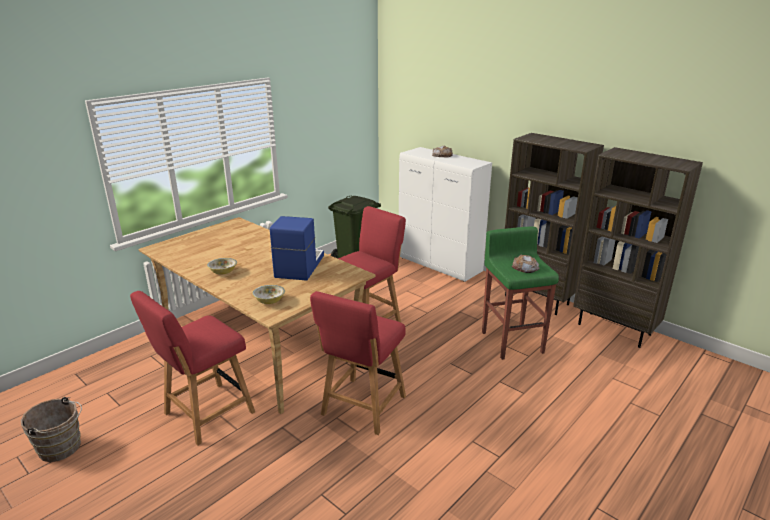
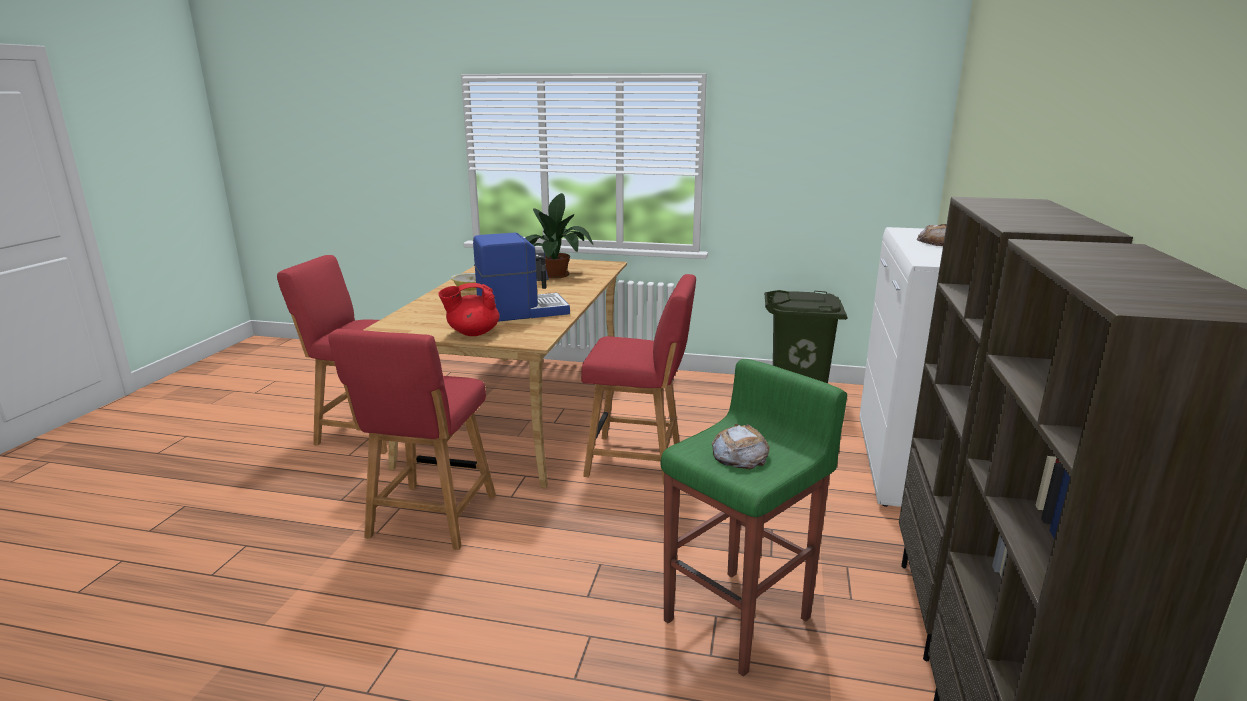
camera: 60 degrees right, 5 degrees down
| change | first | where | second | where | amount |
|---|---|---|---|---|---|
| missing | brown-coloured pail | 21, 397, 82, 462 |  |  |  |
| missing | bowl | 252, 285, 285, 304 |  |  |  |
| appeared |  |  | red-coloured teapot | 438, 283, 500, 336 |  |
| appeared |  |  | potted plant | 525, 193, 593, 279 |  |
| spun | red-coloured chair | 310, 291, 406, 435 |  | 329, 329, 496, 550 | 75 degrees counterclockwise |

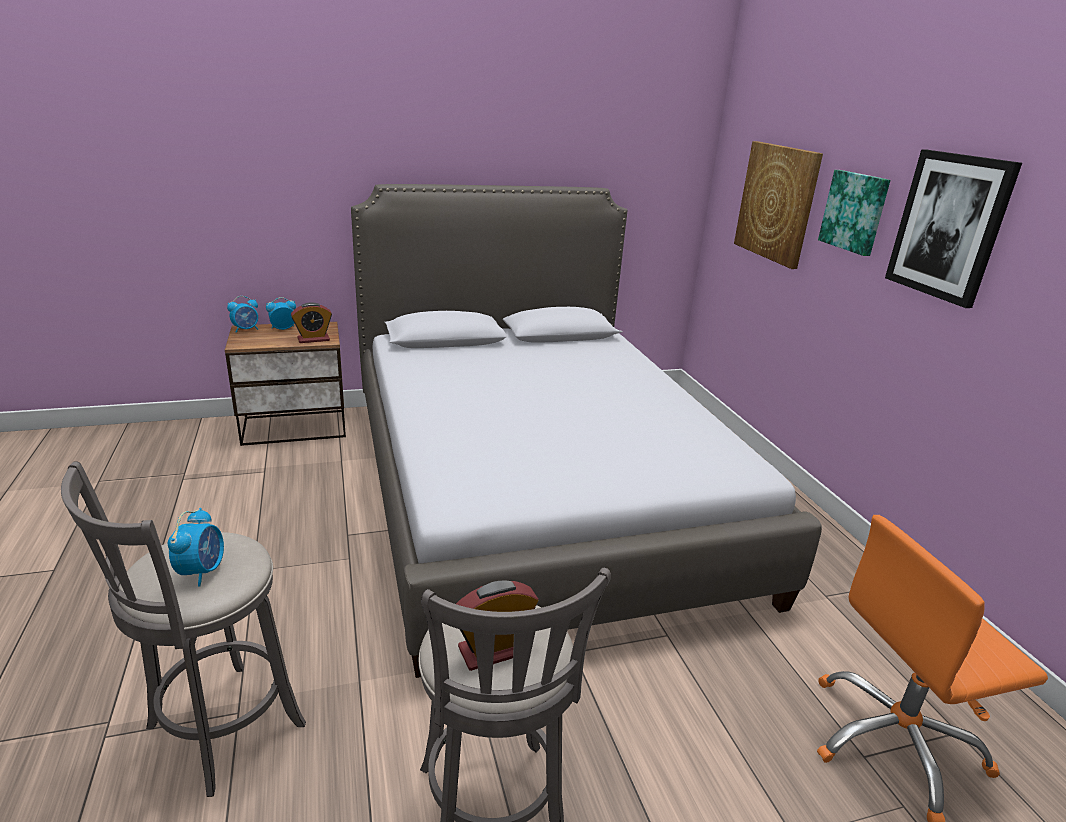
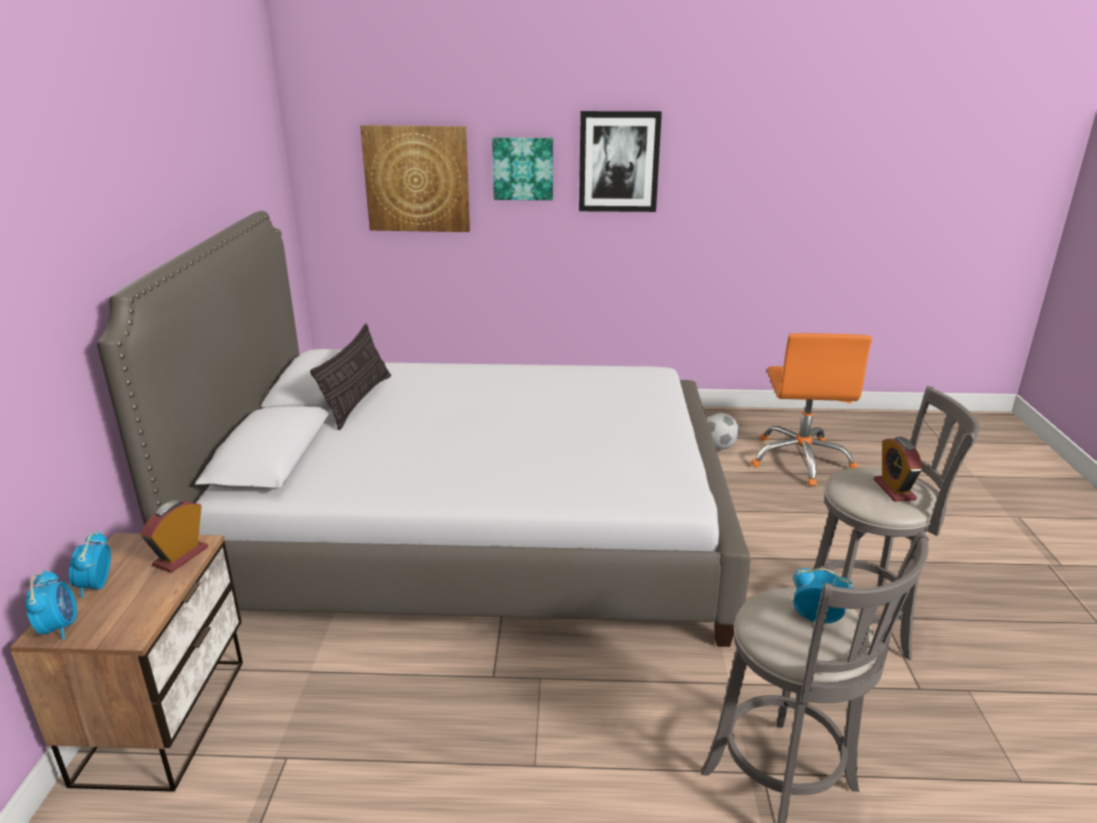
camera: 70 degrees left, 0 degrees up
| change | first | where | second | where | amount |
|---|---|---|---|---|---|
| appeared |  |  | pillow | 310, 323, 391, 430 |  |
| appeared |  |  | ball for football | 706, 413, 739, 450 |  |
| spun | table clock | 291, 302, 332, 343 |  | 141, 500, 208, 573 | 150 degrees counterclockwise |

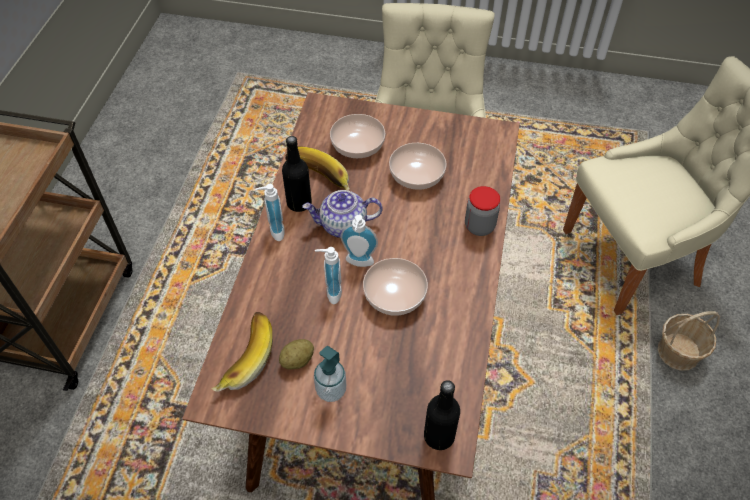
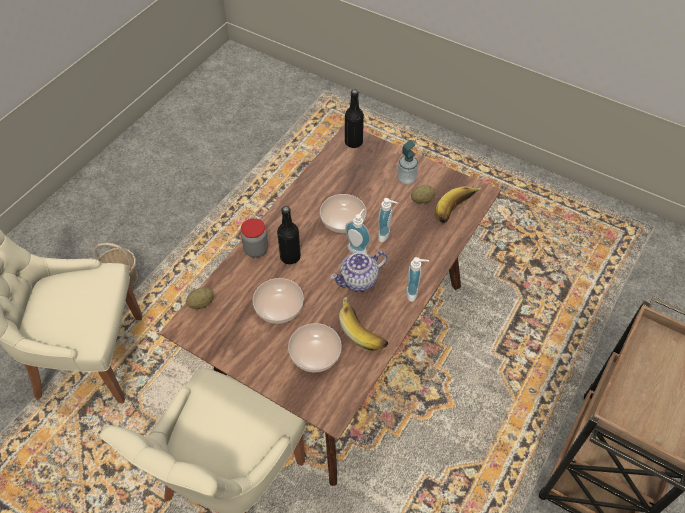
camera: 160 degrees left, 0 degrees up
| change | first | where | second | where | amount |
|---|---|---|---|---|---|
| appeared |  |  | spud | 186, 287, 214, 309 |  |
| relocated | black beverage bottle | 282, 136, 312, 212 |  | 277, 206, 301, 264 |  |
| spun | teapot | 302, 190, 383, 238 |  | 330, 251, 387, 292 | 135 degrees clockwise |

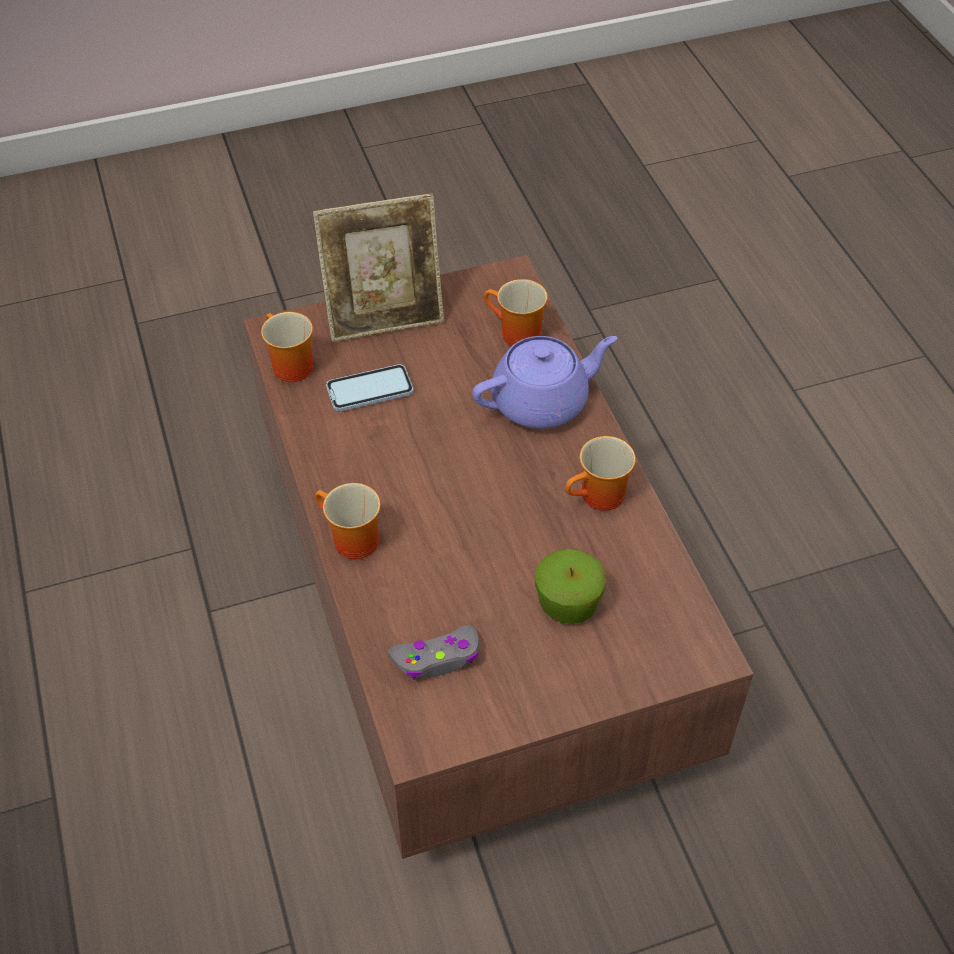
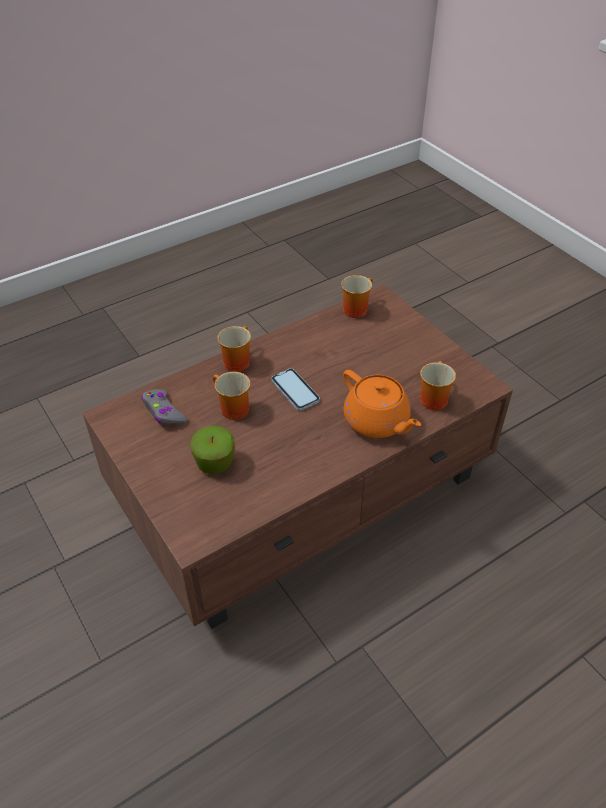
camera: 75 degrees right, 5 degrees down
| change | first | where | second | where | amount |
|---|---|---|---|---|---|
| missing | picture frame | 313, 193, 444, 342 |  |  |  |
| relocated | phone | 326, 364, 413, 411 |  | 271, 368, 320, 411 |  |
| relocated | coffee mug | 565, 436, 636, 511 |  | 213, 372, 250, 420 |  |
| colour | purple-coloured teapot | 472, 336, 617, 429 | orangey teapot | 343, 370, 421, 438 |  |

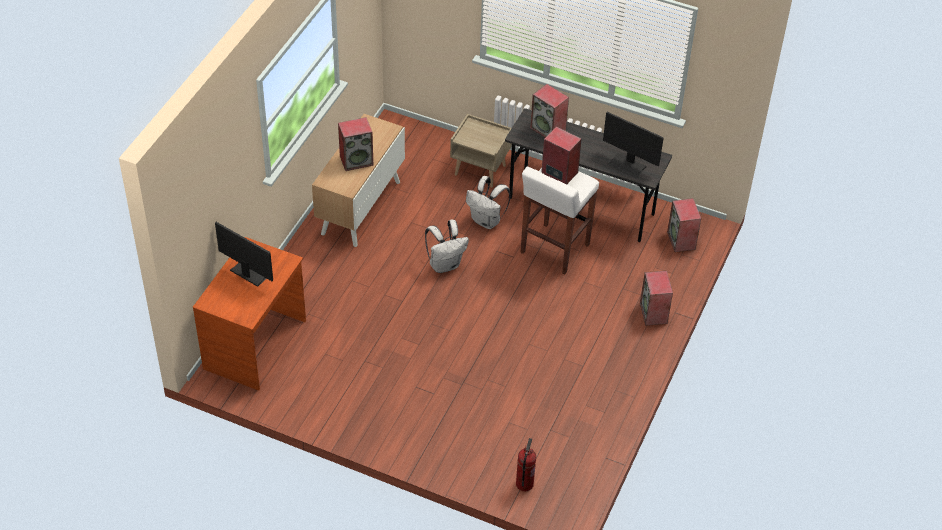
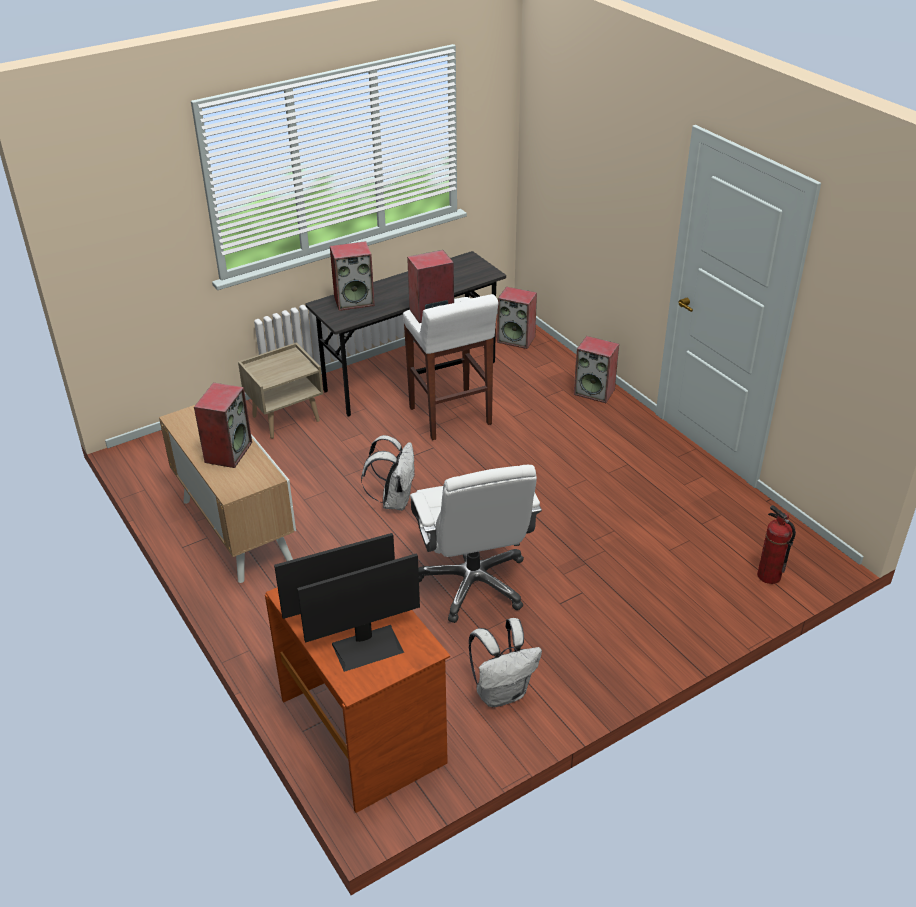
camera: 55 degrees left, 10 degrees down
| change | first | where | second | where | amount |
|---|---|---|---|---|---|
| appeared |  |  | whitish office chair | 410, 465, 542, 623 |  |
| relocated | whitish knapsack | 466, 176, 511, 229 |  | 469, 618, 542, 707 |  |
| relocated | monitor | 603, 112, 664, 179 |  | 297, 553, 420, 672 |  |

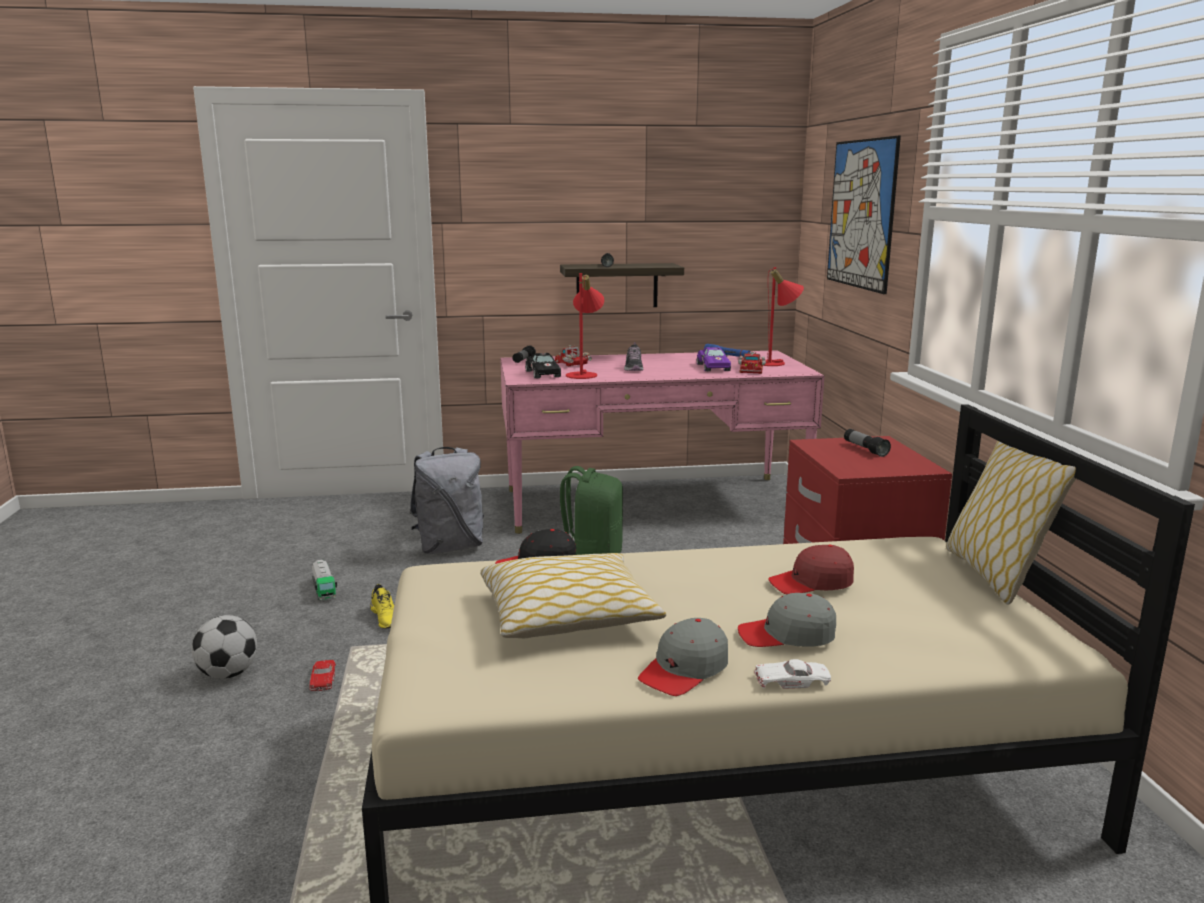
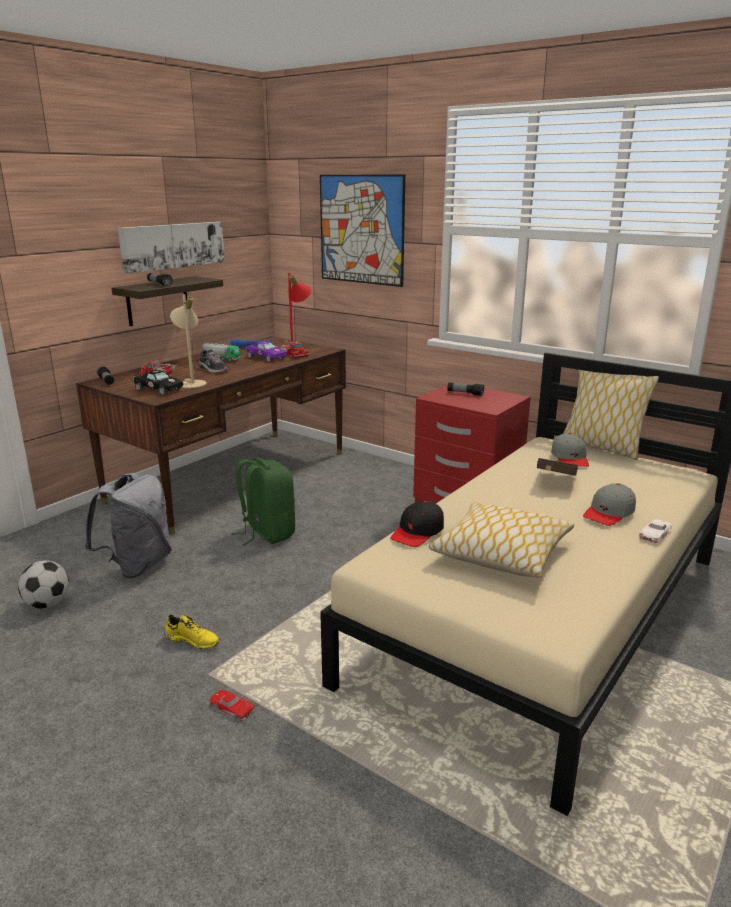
camera: 45 degrees left, 5 degrees up
| change | first | where | second | where | amount |
|---|---|---|---|---|---|
| appeared |  |  | picture | 118, 222, 225, 274 |  |
| relocated | ball for football | 192, 615, 257, 679 |  | 18, 560, 69, 609 |  |
| relocated | toy truck | 312, 560, 337, 600 |  | 202, 343, 240, 362 |  |
| relocated | gray peaked cap | 638, 618, 728, 696 |  | 551, 433, 589, 467 |  |
| exchanged | red-coloured peaked cap | 768, 545, 854, 594 | red-coloured book | 537, 458, 578, 476 |  |
| colour | pink-coloured desk table | 500, 350, 824, 534 | brown-coloured desk table | 76, 337, 346, 534 |  |
| colour | red-coloured lamp for a table | 566, 273, 604, 379 | beige lamp for a table | 170, 294, 206, 388 |  |

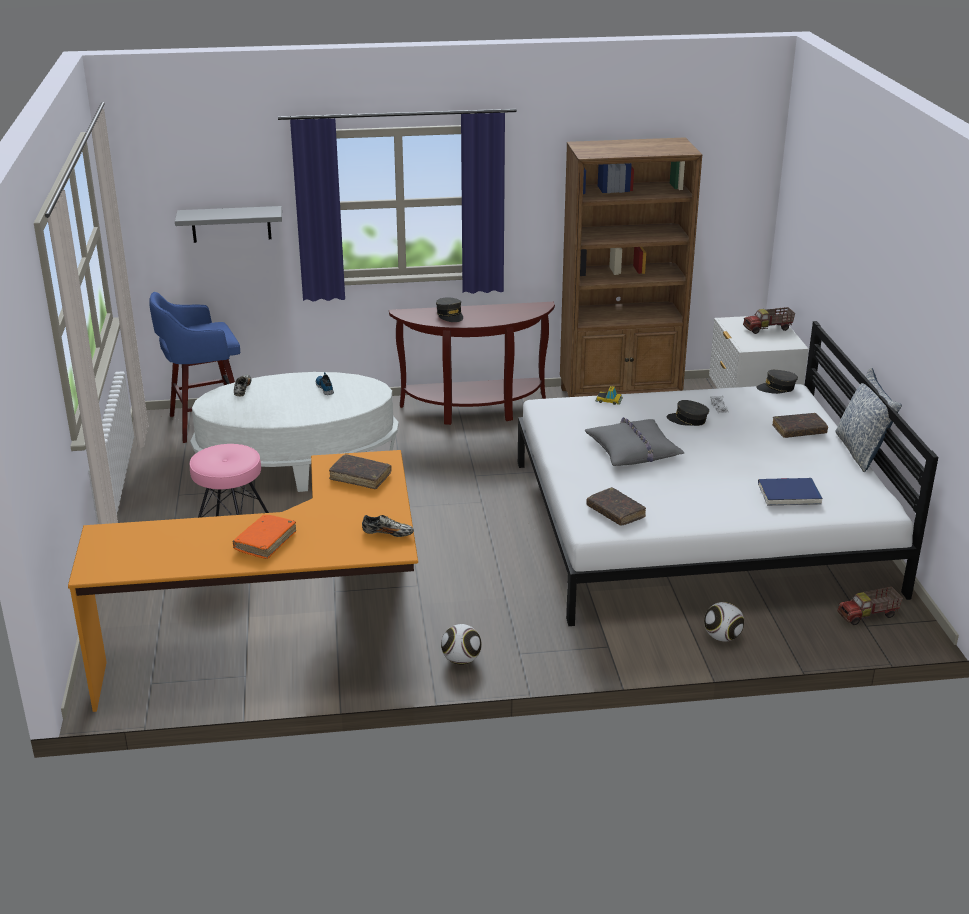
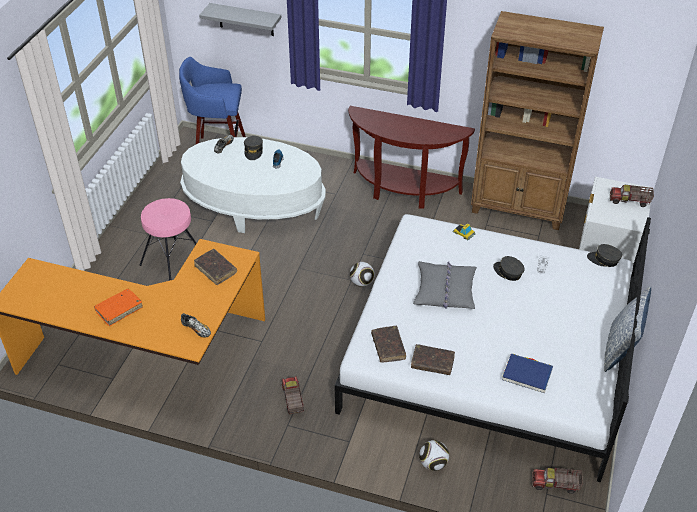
camera: 25 degrees right, 15 degrees up
| change | first | where | second | where | amount |
|---|---|---|---|---|---|
| appeared |  |  | toy truck | 282, 376, 304, 414 |  |
| relocated | gray peaked cap | 436, 297, 463, 322 |  | 244, 136, 263, 160 |  |
| relocated | ball for football | 441, 624, 482, 665 |  | 350, 262, 375, 287 |  |
| relocated | brown-coloured book | 772, 413, 828, 438 |  | 411, 344, 455, 375 |  |

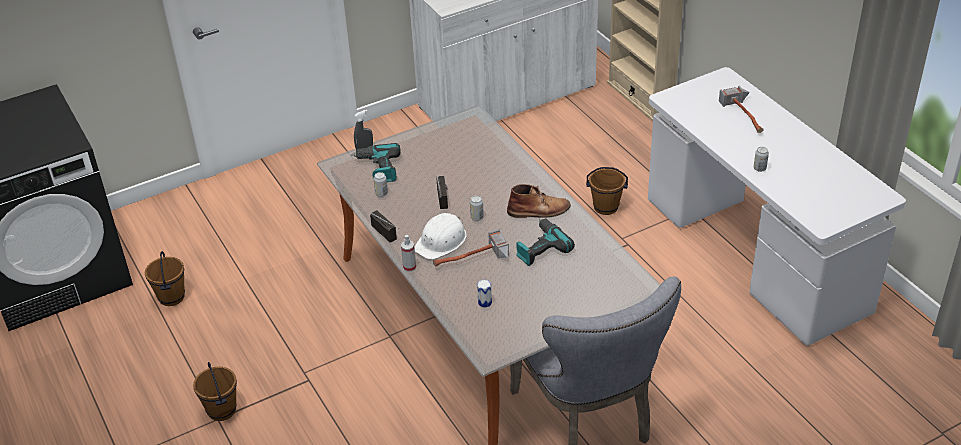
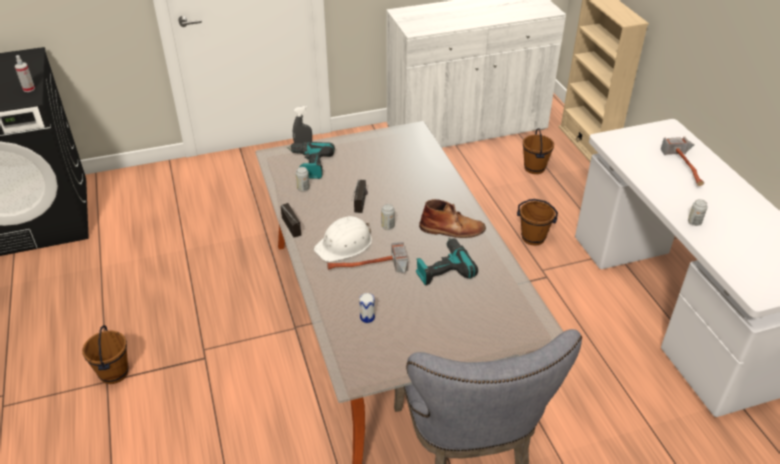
camera: 10 degrees right, 0 degrees up
| change | first | where | second | where | amount |
|---|---|---|---|---|---|
| relocated | brown-coloured pail | 145, 251, 185, 306 |  | 523, 128, 554, 174 |  |
| relocated | sprayer | 401, 235, 416, 272 |  | 15, 55, 35, 92 |  |

